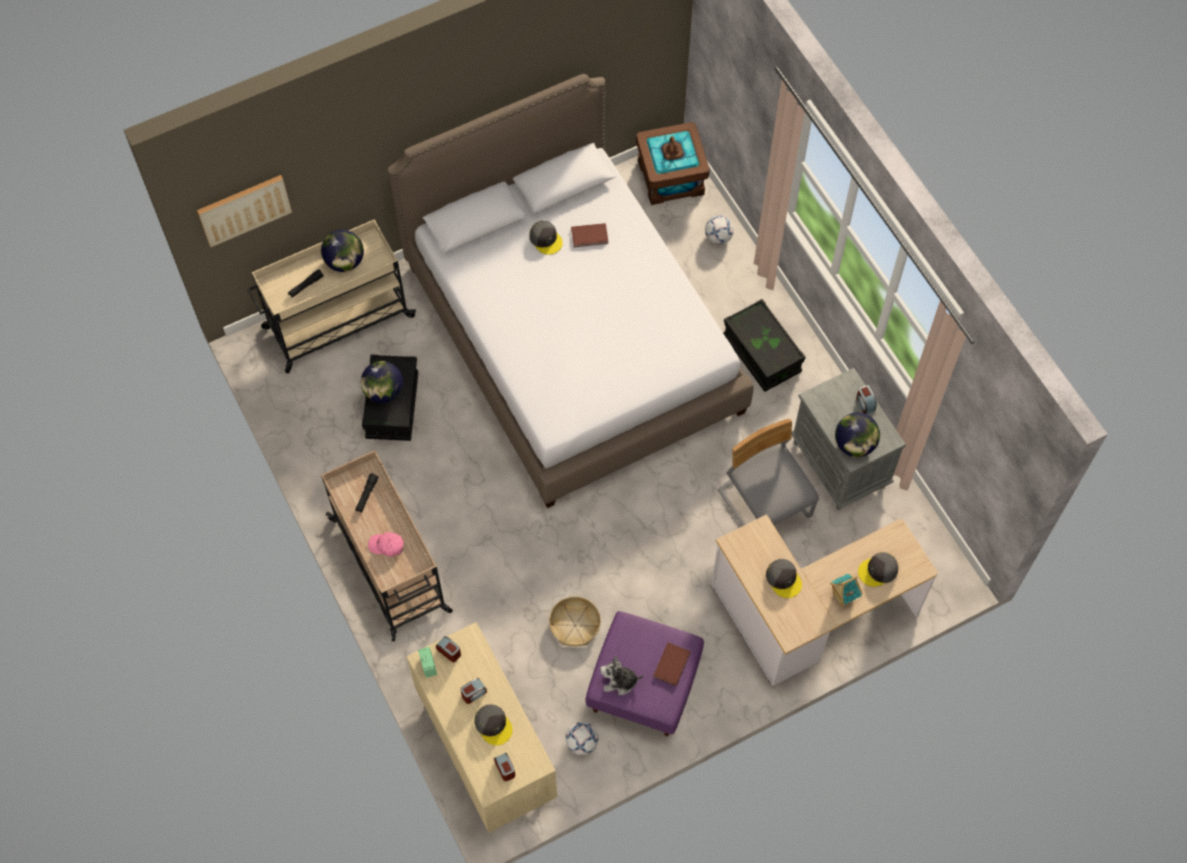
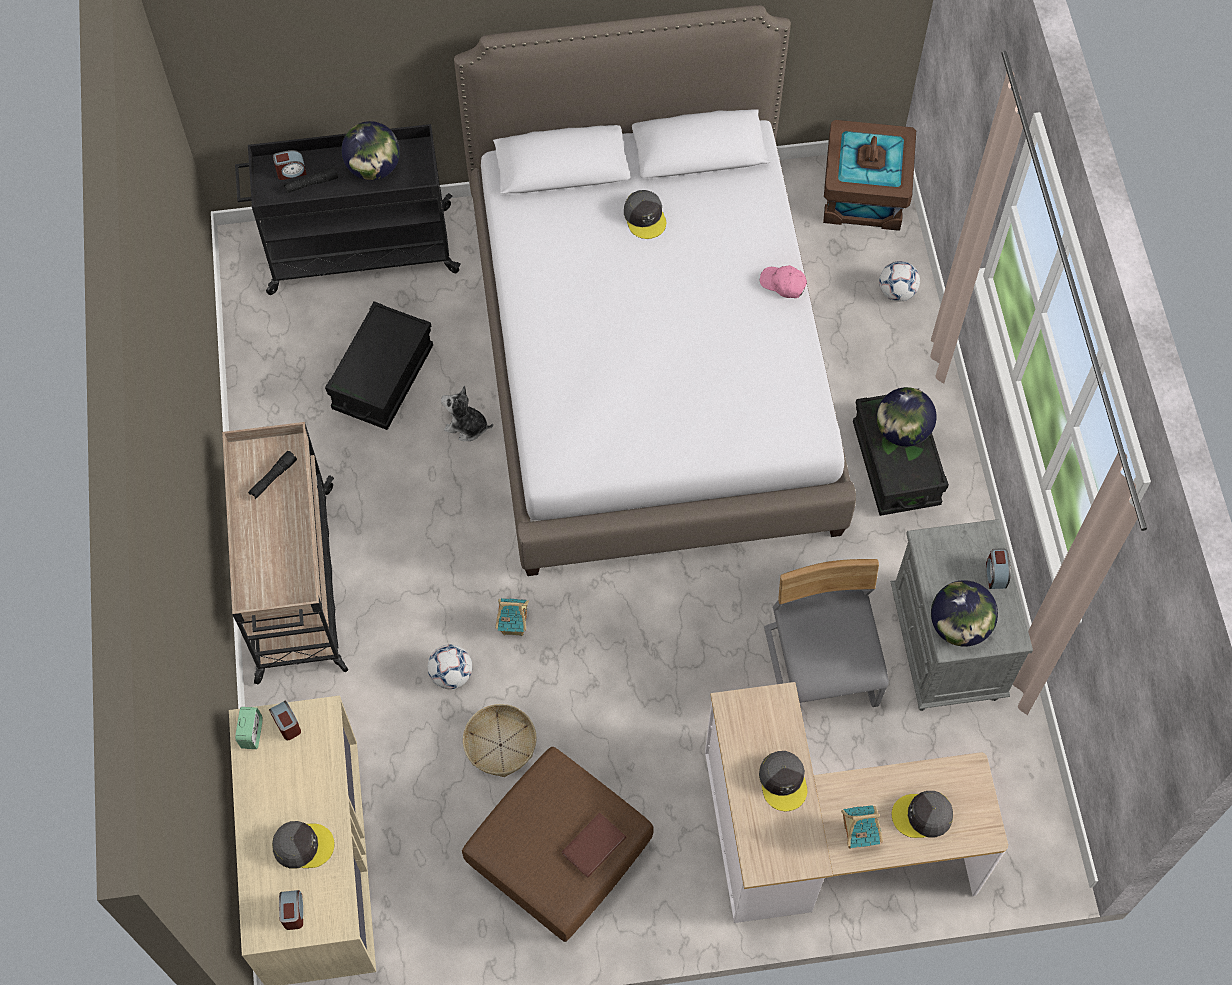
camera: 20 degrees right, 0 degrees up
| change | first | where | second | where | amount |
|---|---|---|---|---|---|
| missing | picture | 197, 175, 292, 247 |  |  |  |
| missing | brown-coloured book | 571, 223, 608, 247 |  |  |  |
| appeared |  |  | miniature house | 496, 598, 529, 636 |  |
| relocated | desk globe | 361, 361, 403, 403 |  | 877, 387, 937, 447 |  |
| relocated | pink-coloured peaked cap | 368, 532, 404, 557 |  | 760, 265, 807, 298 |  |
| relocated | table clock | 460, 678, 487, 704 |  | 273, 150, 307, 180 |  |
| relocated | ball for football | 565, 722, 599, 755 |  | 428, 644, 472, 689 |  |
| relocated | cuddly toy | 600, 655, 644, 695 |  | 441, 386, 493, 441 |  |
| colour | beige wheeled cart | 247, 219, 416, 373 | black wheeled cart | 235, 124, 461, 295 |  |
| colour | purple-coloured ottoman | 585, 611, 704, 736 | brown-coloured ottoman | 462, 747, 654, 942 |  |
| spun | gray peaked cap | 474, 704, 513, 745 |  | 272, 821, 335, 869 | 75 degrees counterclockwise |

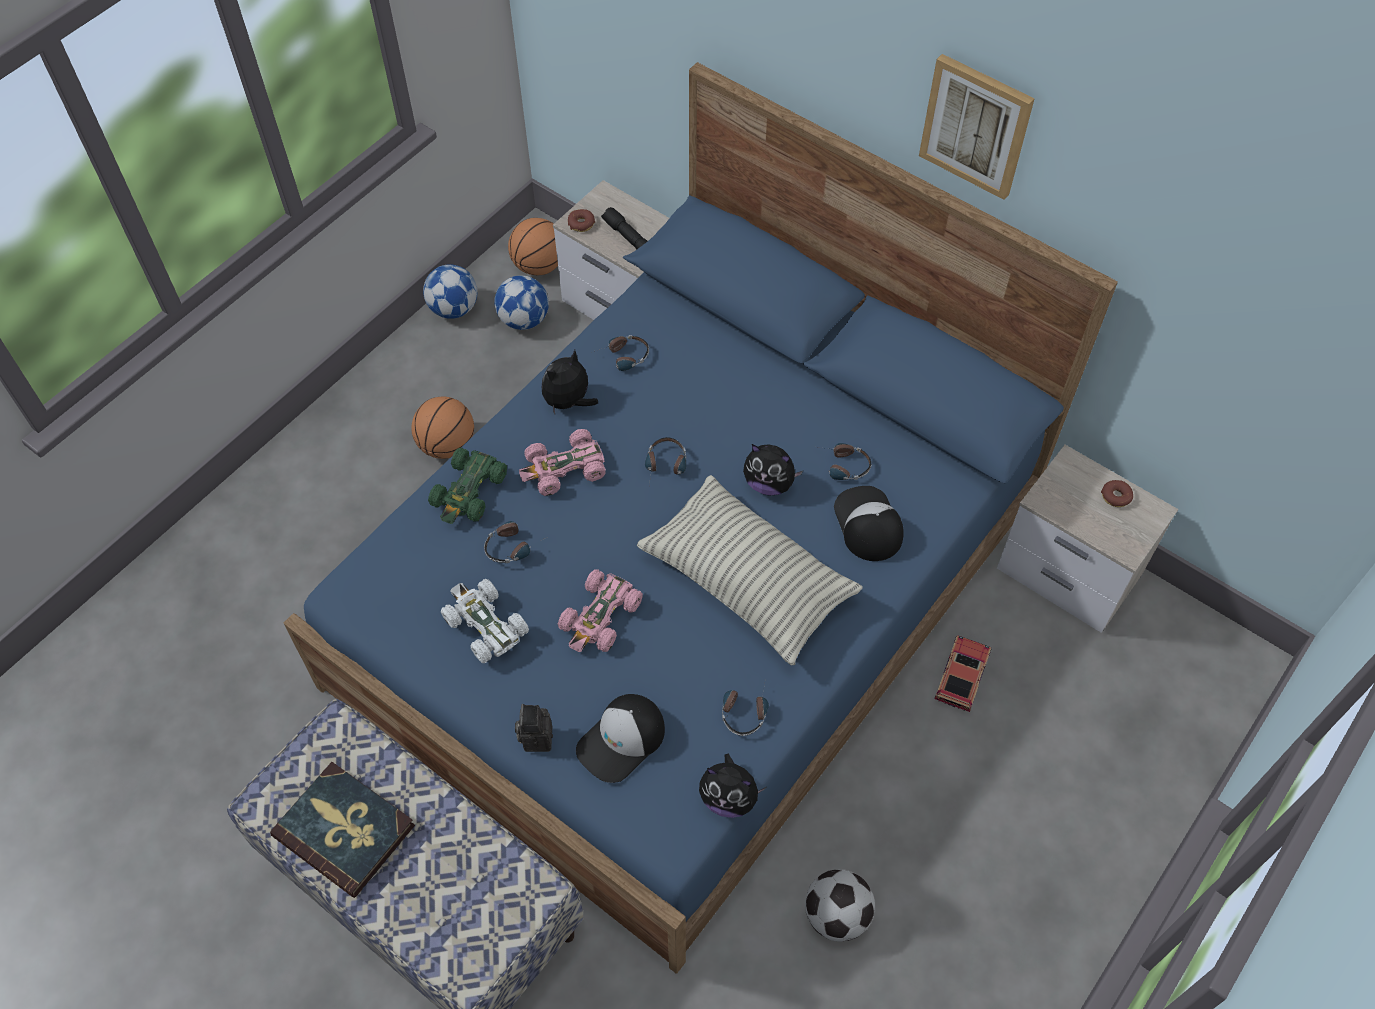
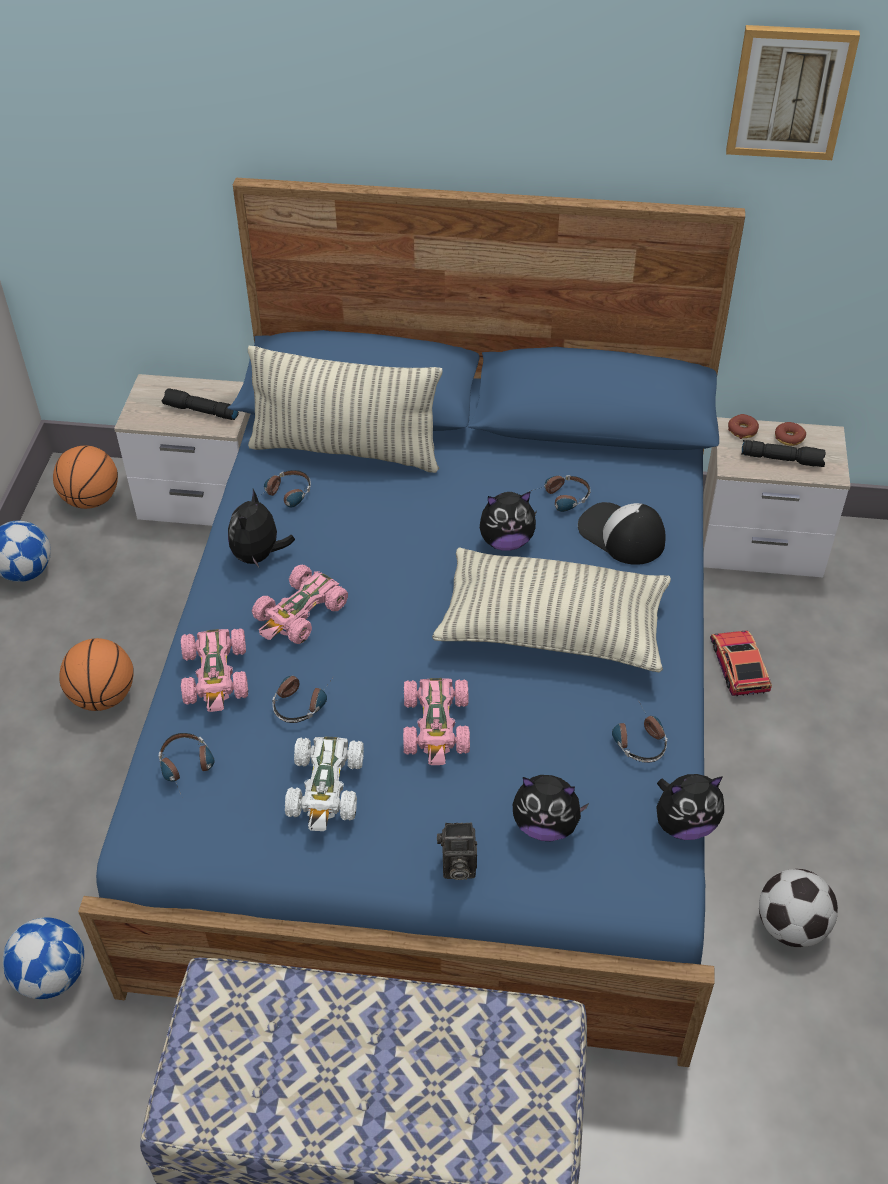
camera: 30 degrees left, 10 degrees down
| change | first | where | second | where | amount |
|---|---|---|---|---|---|
| missing | book | 270, 762, 415, 898 |  |  |  |
| appeared |  |  | pillow | 248, 346, 443, 473 |  |
| appeared |  |  | black flashlight | 741, 440, 826, 467 |  |
| relocated | ball for football | 494, 275, 549, 330 |  | 3, 917, 84, 999 |  |
| relocated | donut | 568, 209, 595, 232 |  | 728, 414, 759, 439 |  |
| relocated | headset | 645, 437, 686, 485 |  | 158, 733, 215, 794 |  |
| relocated | picture | 919, 54, 1035, 200 |  | 726, 25, 860, 160 |  |
| exchanged | peaked cap | 576, 694, 665, 783 | cuddly toy | 513, 775, 589, 841 |  |
| colour | green-coloured toy car | 428, 448, 507, 524 | pink-coloured toy car | 181, 628, 248, 712 |  |
| spun | whitish toy car | 441, 579, 529, 663 |  | 285, 736, 364, 831 | 105 degrees counterclockwise |
| spun | photo camera | 515, 704, 553, 752 |  | 437, 822, 477, 880 | 60 degrees counterclockwise |

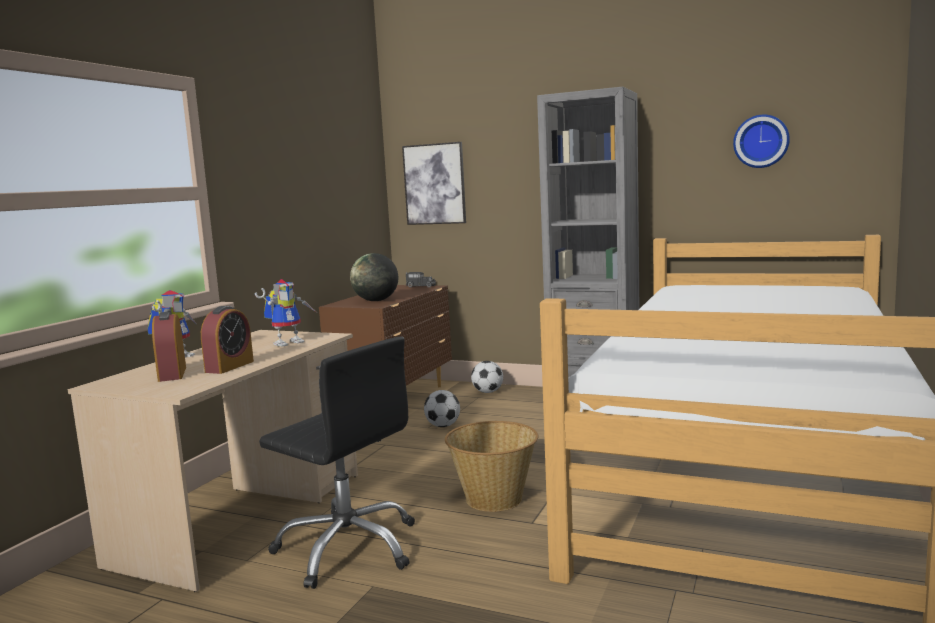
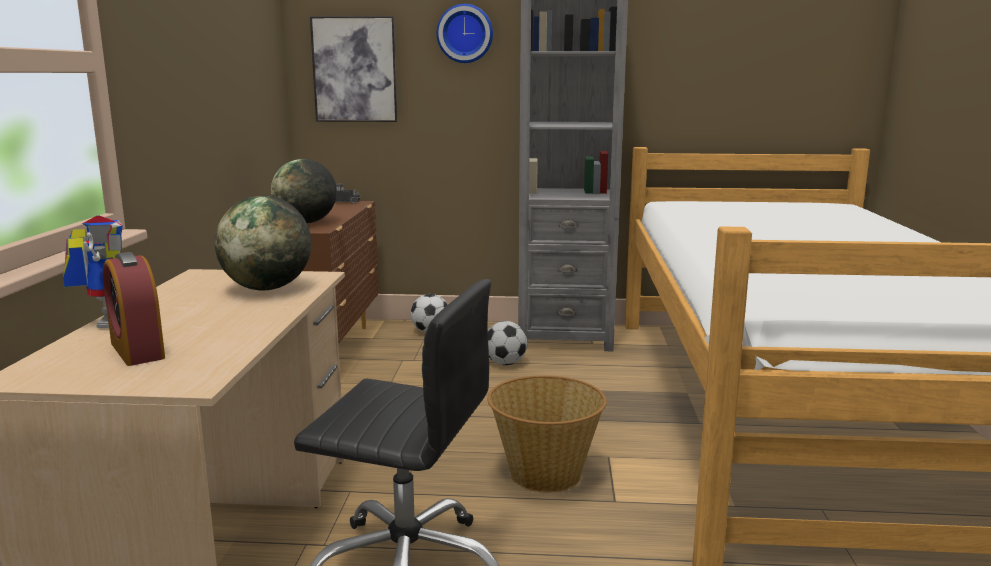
camera: 20 degrees left, 5 degrees up
| change | first | where | second | where | amount |
|---|---|---|---|---|---|
| missing | table clock | 201, 306, 254, 374 |  |  |  |
| relocated | ball for football | 424, 390, 460, 427 |  | 488, 321, 527, 365 |  |
| relocated | hanging clock | 733, 114, 790, 168 |  | 437, 4, 493, 63 |  |
| exchanged | robot figure | 255, 279, 316, 347 | desk globe | 215, 195, 311, 290 |  |

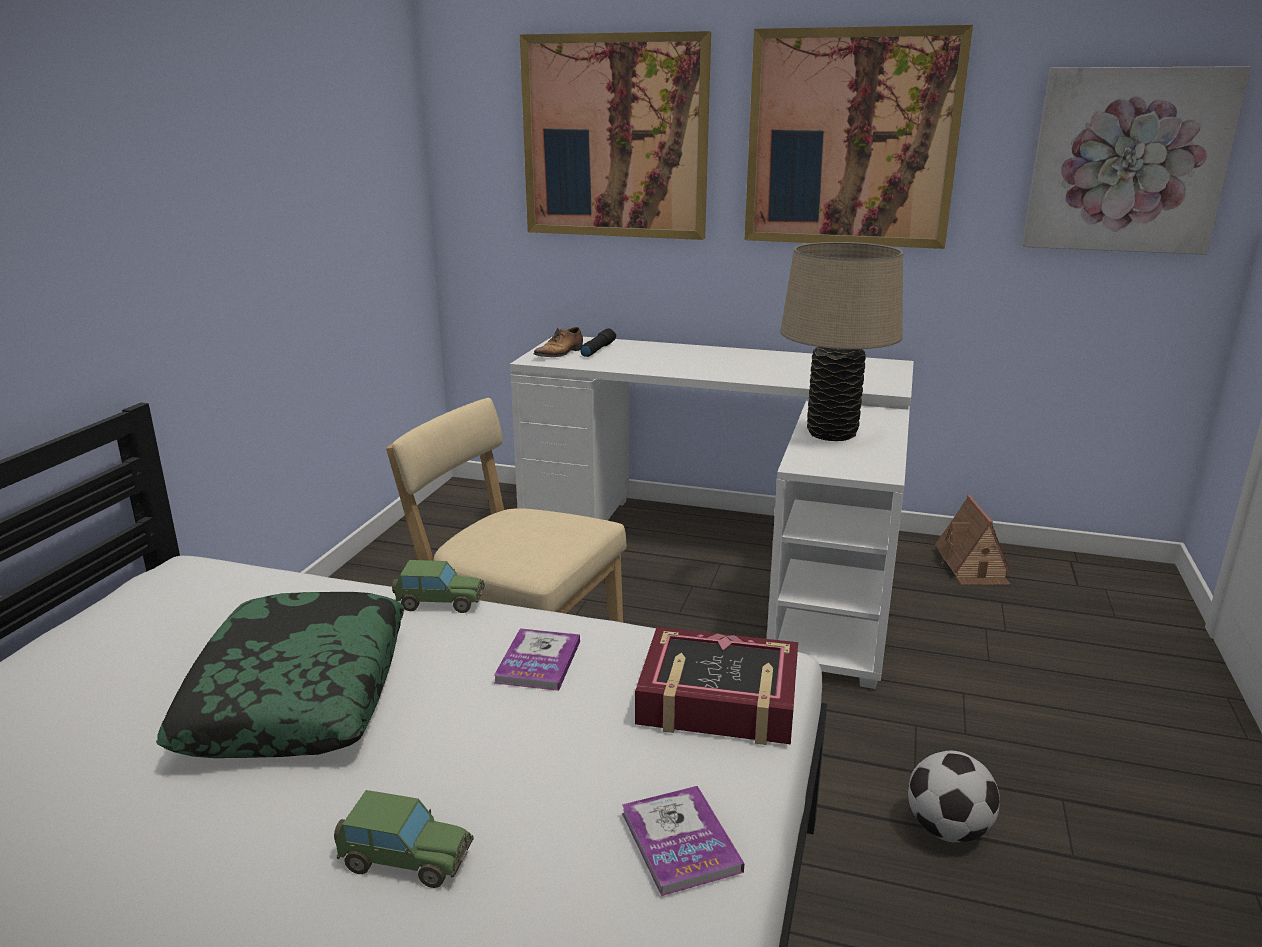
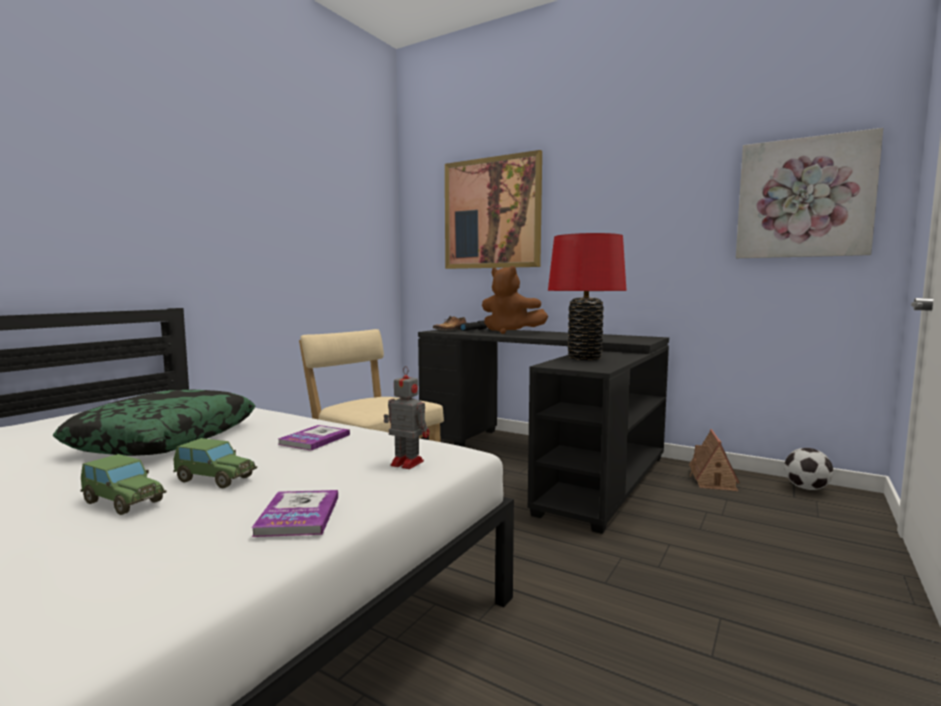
camera: 15 degrees right, 15 degrees down
| change | first | where | second | where | amount |
|---|---|---|---|---|---|
| missing | picture | 745, 25, 973, 249 |  |  |  |
| appeared |  |  | brown-coloured cuddly toy | 482, 266, 548, 334 |  |
| relocated | toy car | 392, 560, 485, 613 |  | 173, 438, 257, 488 |  |
| relocated | ball for football | 908, 751, 1000, 843 |  | 784, 448, 833, 490 |  |
| exchanged | book | 635, 627, 798, 745 | robot figure | 384, 366, 429, 469 |  |
| colour | whitish desk table | 510, 336, 914, 689 | black desk table | 418, 328, 669, 534 |  |
| colour | beige lamp for a table | 781, 242, 903, 441 | red-coloured lamp for a table | 548, 233, 627, 360 |  |

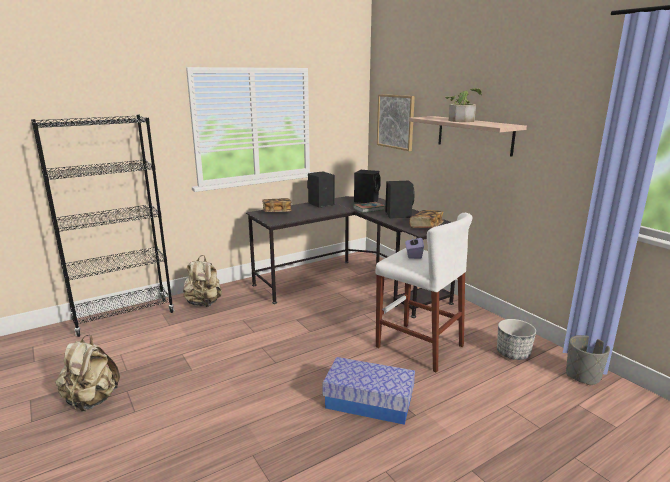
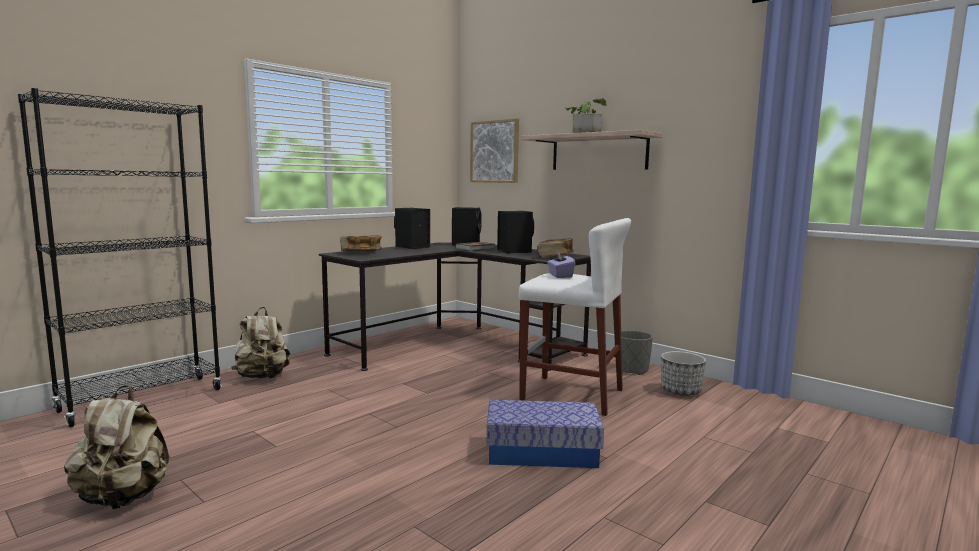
camera: 15 degrees left, 10 degrees down
| change | first | where | second | where | amount |
|---|---|---|---|---|---|
| relocated | gray flower pot | 566, 335, 610, 386 |  | 621, 330, 653, 375 |  |

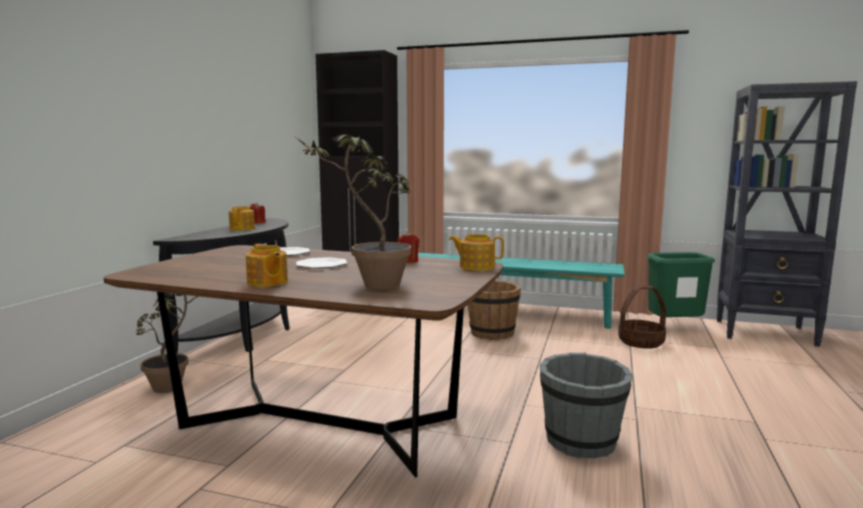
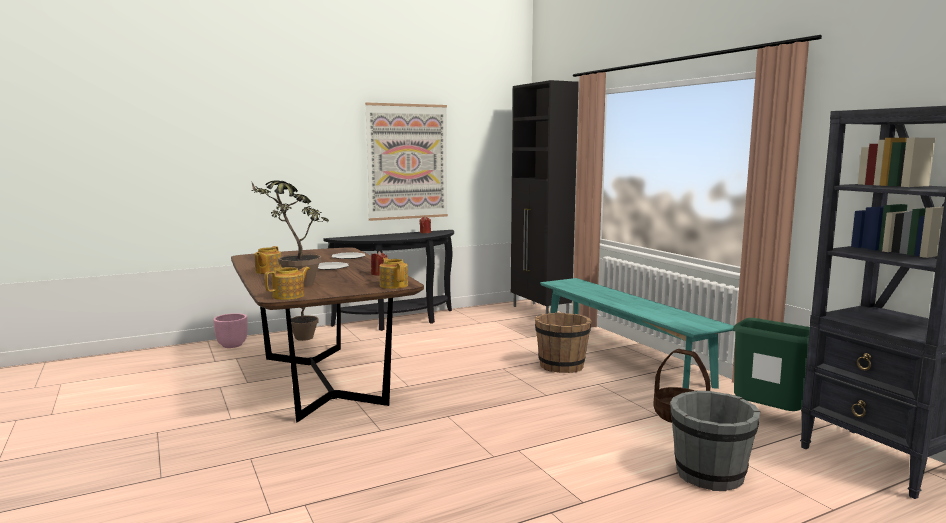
camera: 45 degrees right, 0 degrees up
| change | first | where | second | where | amount |
|---|---|---|---|---|---|
| appeared |  |  | pink-coloured flower pot | 213, 313, 248, 348 |  |
| appeared |  |  | picture | 365, 103, 448, 221 |  |
| relocated | teapot | 229, 206, 255, 231 |  | 265, 267, 310, 300 |  |
| relocated | gray pail | 540, 353, 633, 458 |  | 670, 391, 760, 491 |  |

